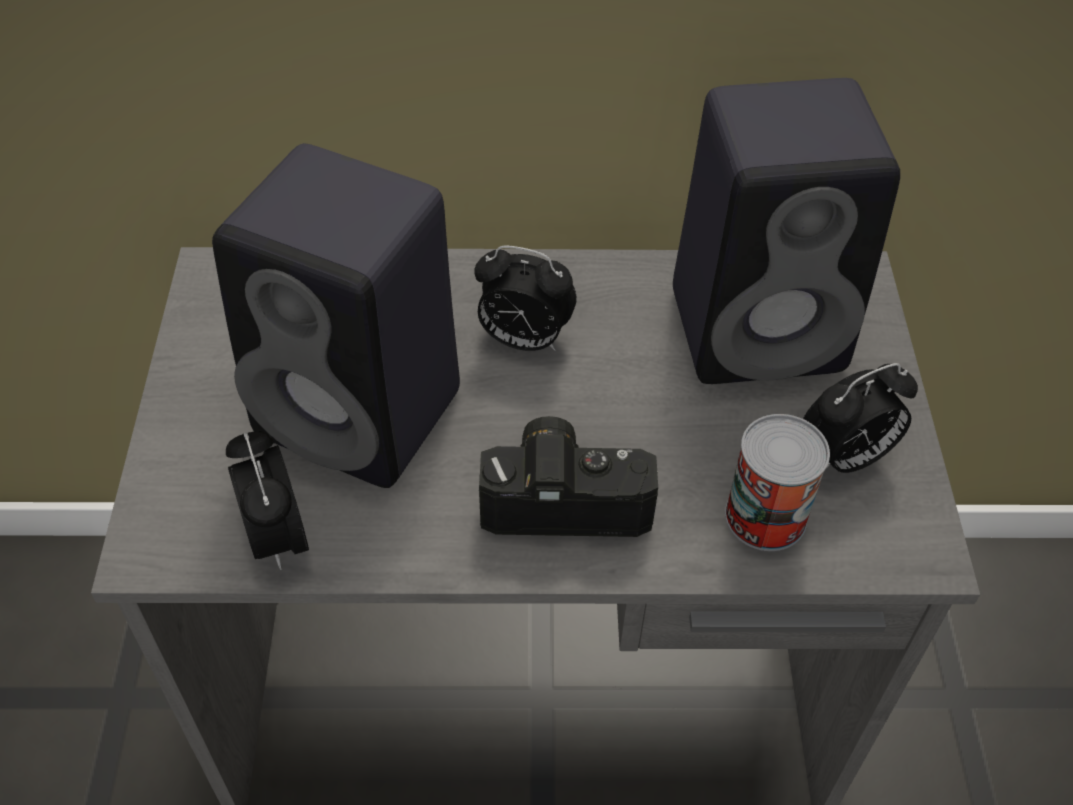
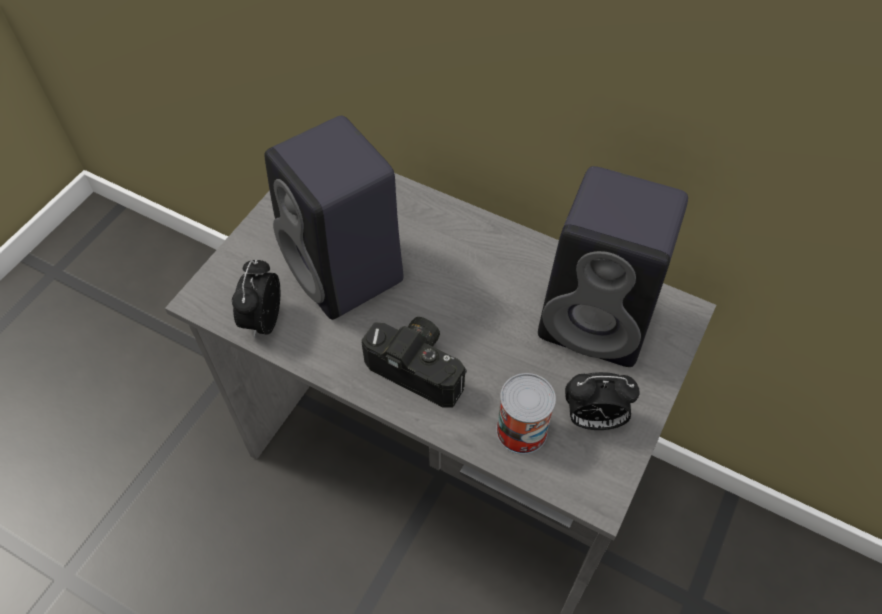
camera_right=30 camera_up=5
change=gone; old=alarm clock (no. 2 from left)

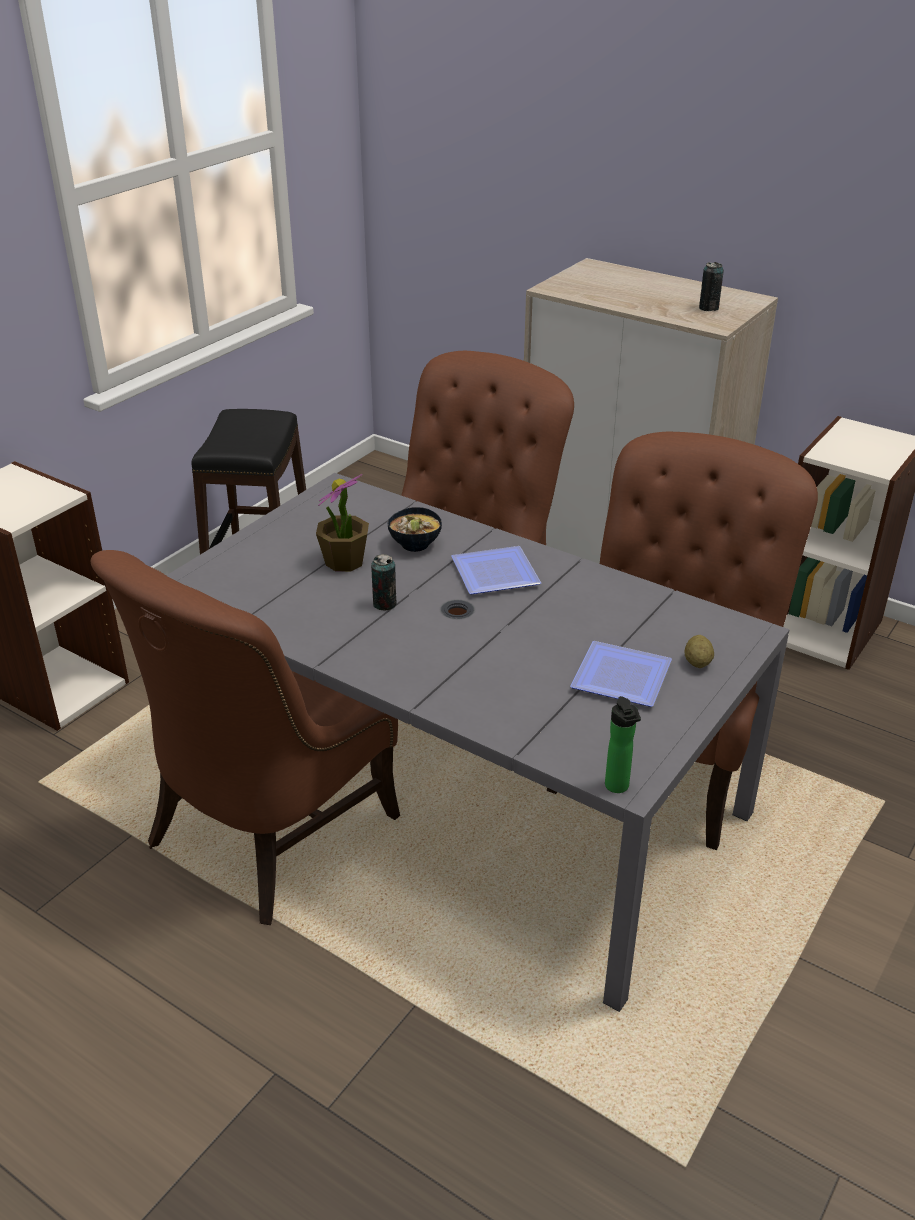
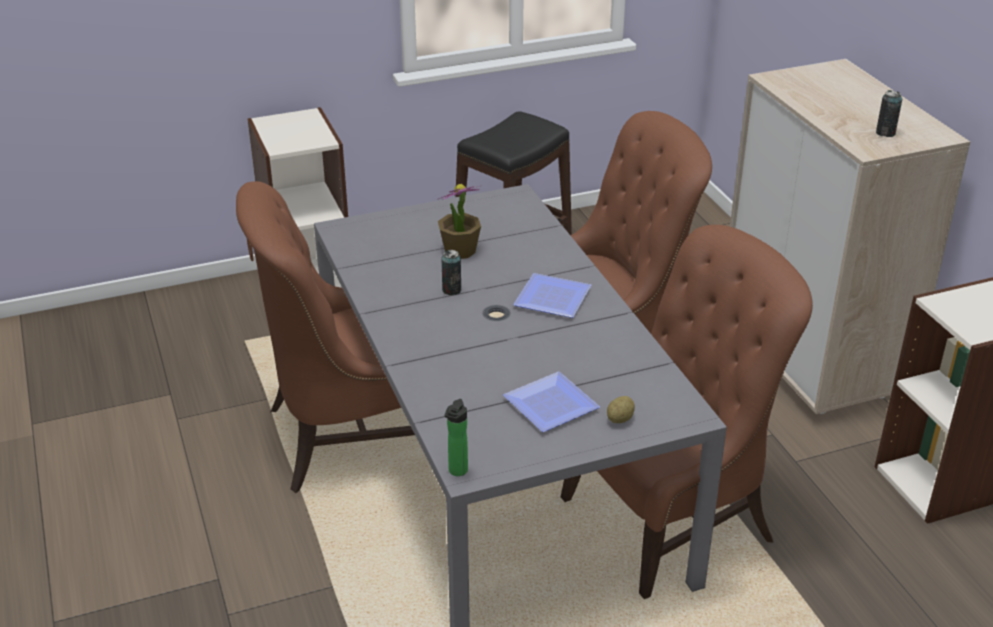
camera_right=35 camera_up=0
change=gone; old=deep dish

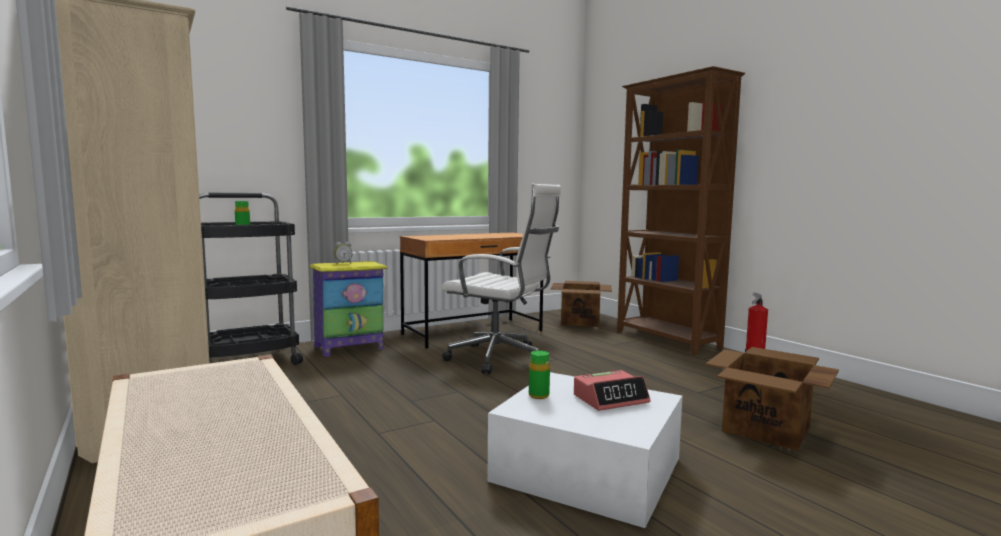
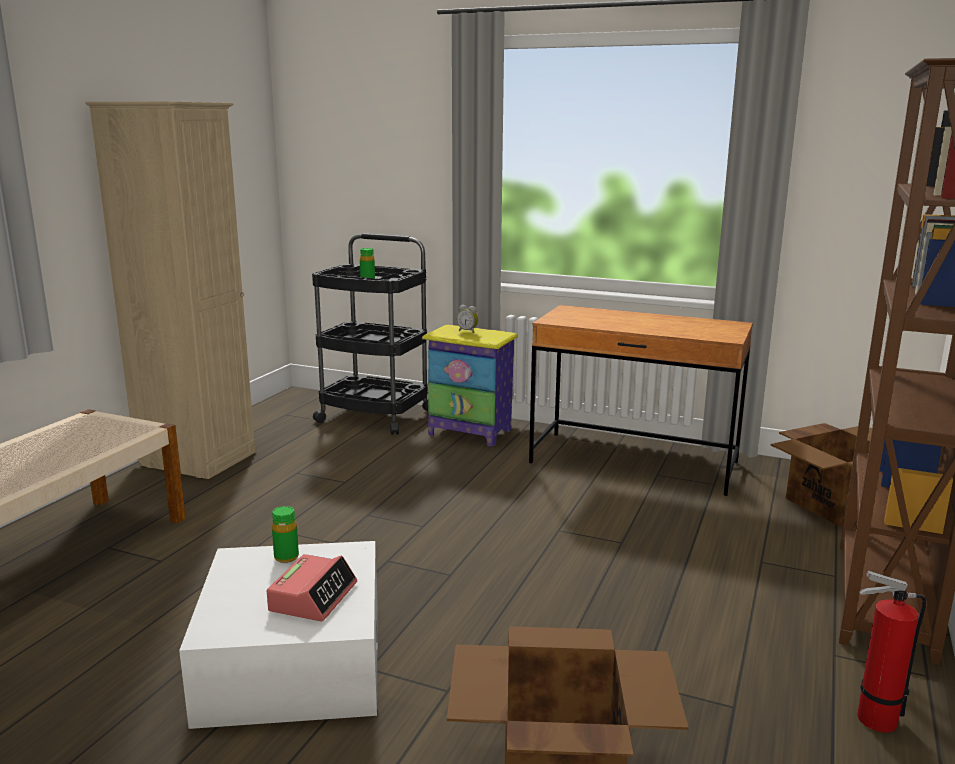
camera_right=55 camera_up=10
change=rotated; old=alarm clock (no. 2 from left in the first image); degrees=-105
change=gone; old=office chair (white)

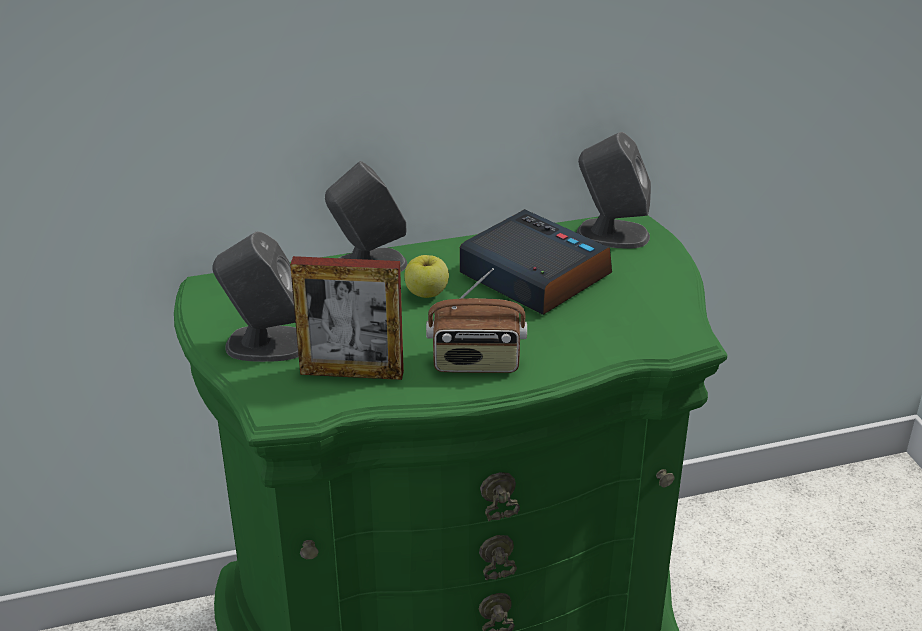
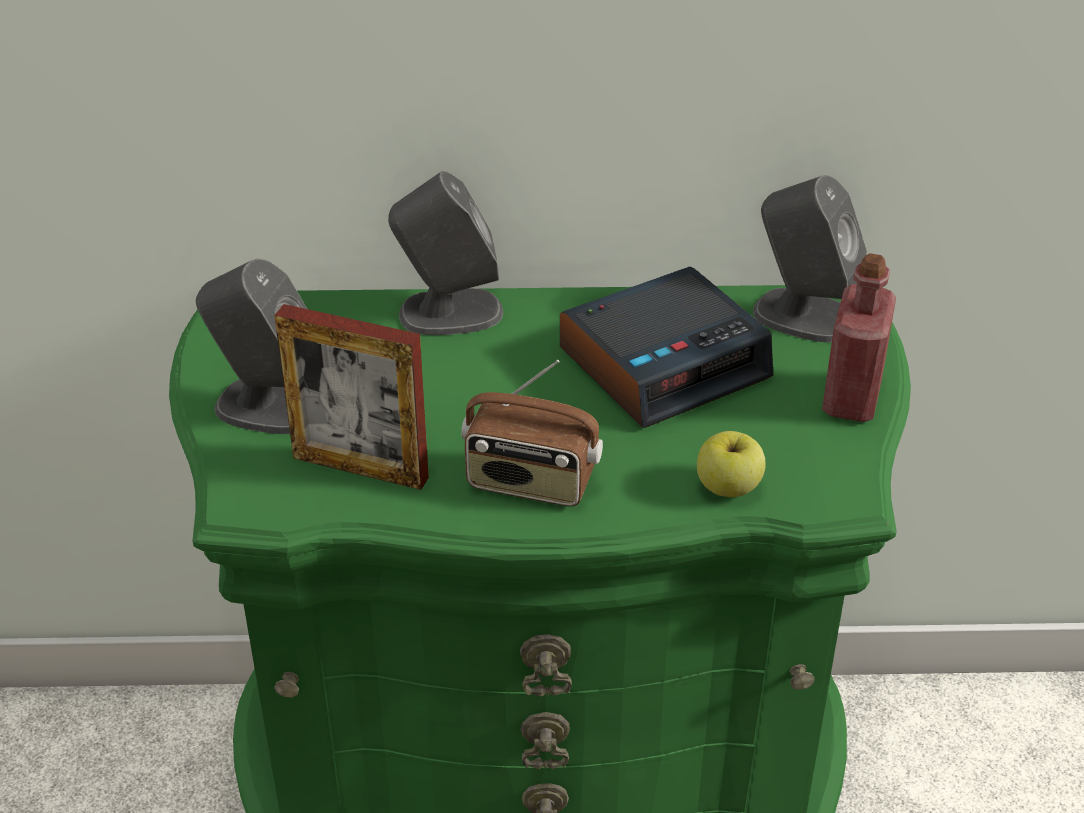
camera_right=15 camera_up=5
change=rotated; old=alarm clock; degrees=90
change=shifted; old=whole apple
change=new; new=beverage bottle (red)

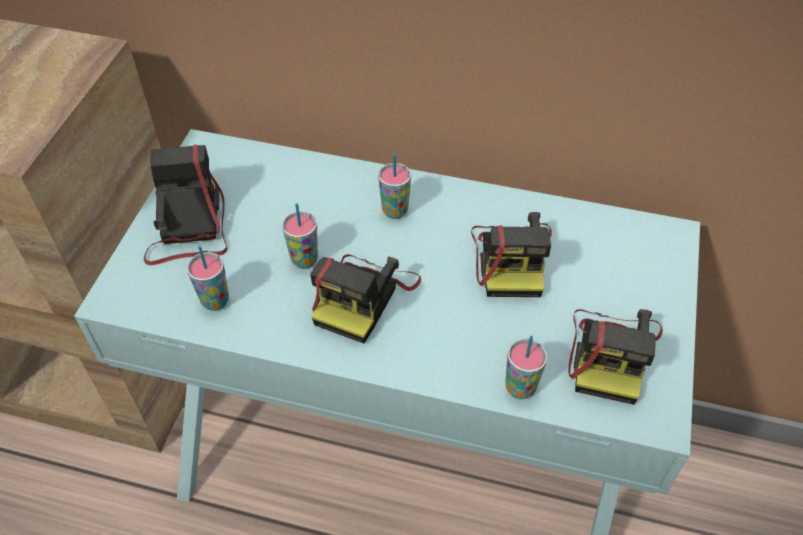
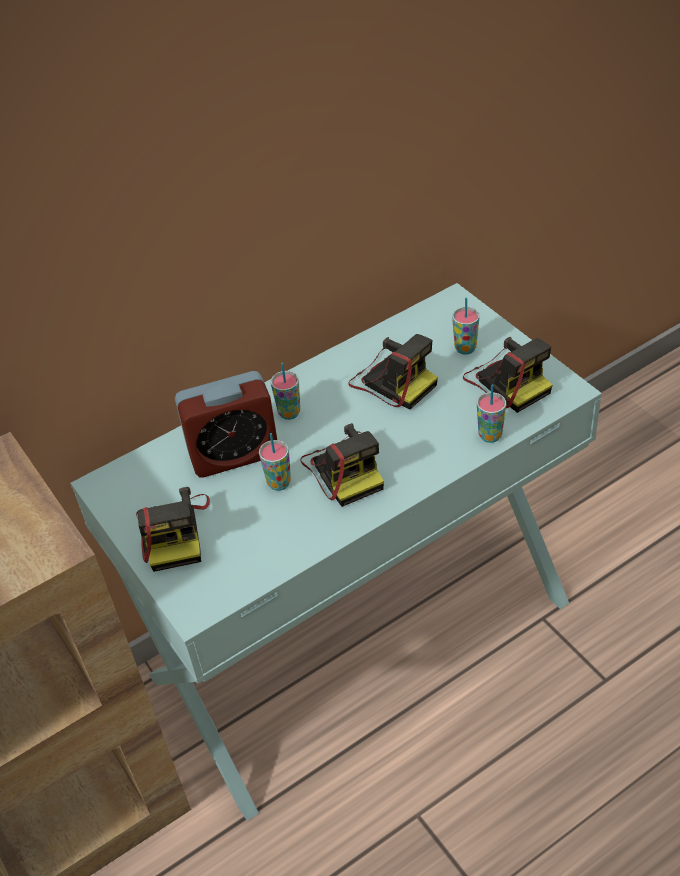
camera_right=-45 camera_up=-5
change=rotated; old=still camera (no. 1 from left); degrees=-135
change=new; new=alarm clock
change=shifted; old=small cup (no. 1 from left in the first image); new=small cup (no. 3 from left)

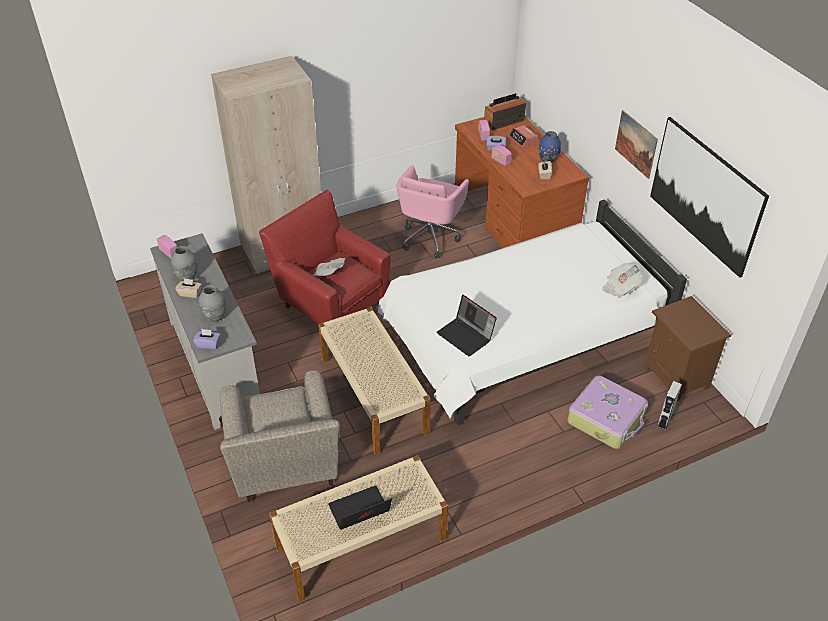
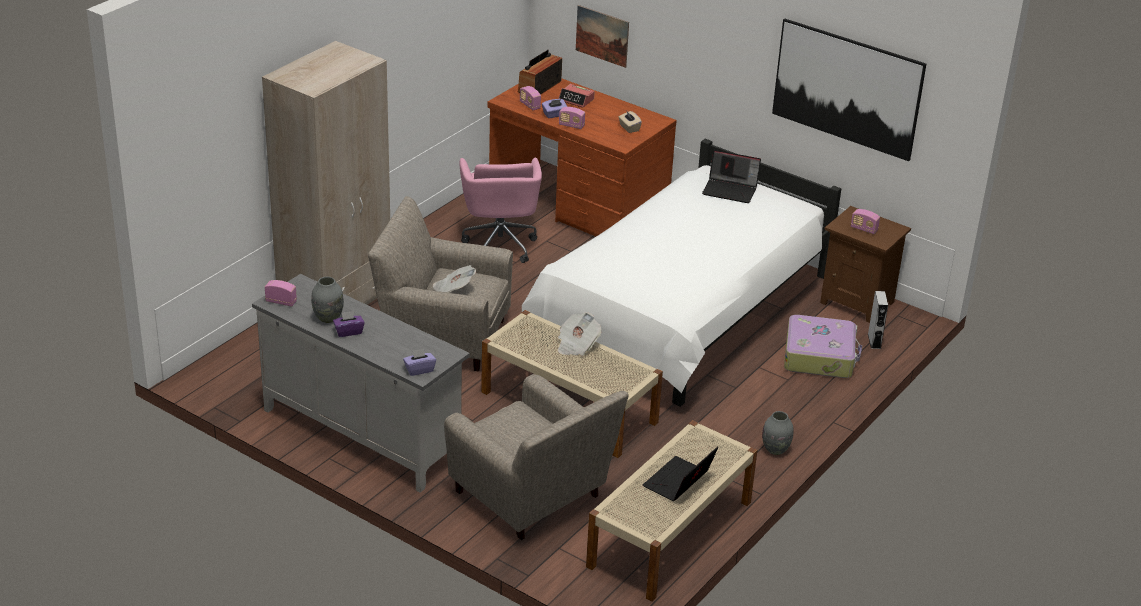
camera_right=-30 camera_up=-10
change=repainted; old=tissue holder (sand-coloured) (no. 1 from left); new=tissue holder (purplish) (no. 1 from left)
change=repainted; old=lounge chair (red); new=lounge chair (sand-coloured) (no. 1 from left)
change=shifted; old=daily paper (no. 2 from left)
change=shifted; old=wall picture (no. 1 from left)
change=shifted; old=notebook computer (no. 2 from left)
change=shifted; old=vase (greyish) (no. 2 from left)
change=new; new=radio set (no. 5 from left)
change=gone; old=vase (blue-coloured)

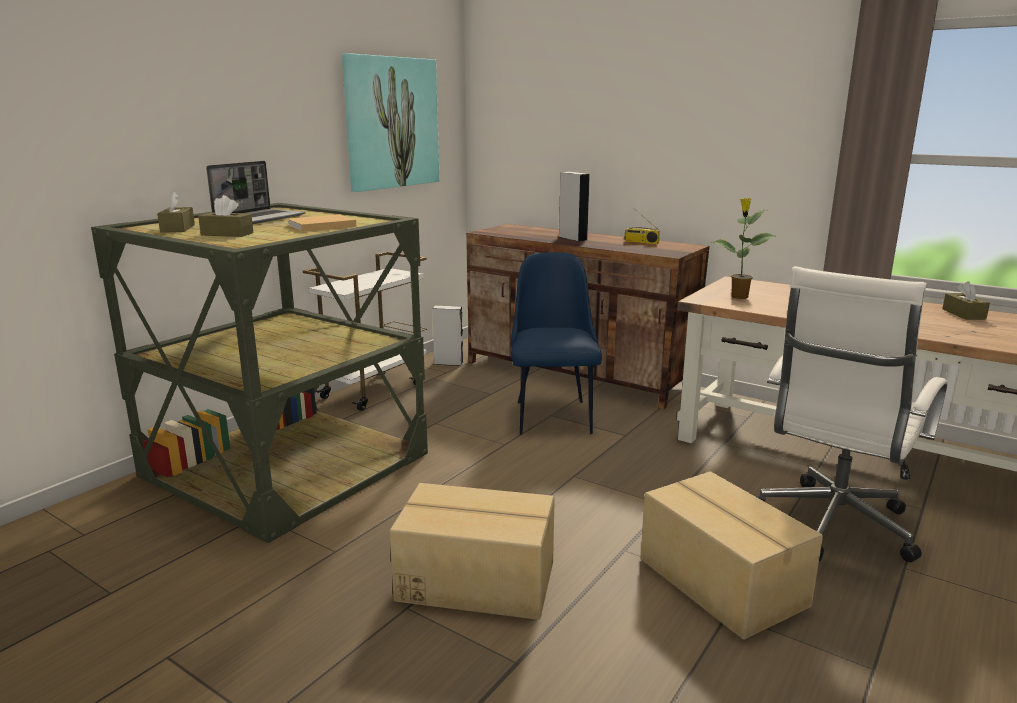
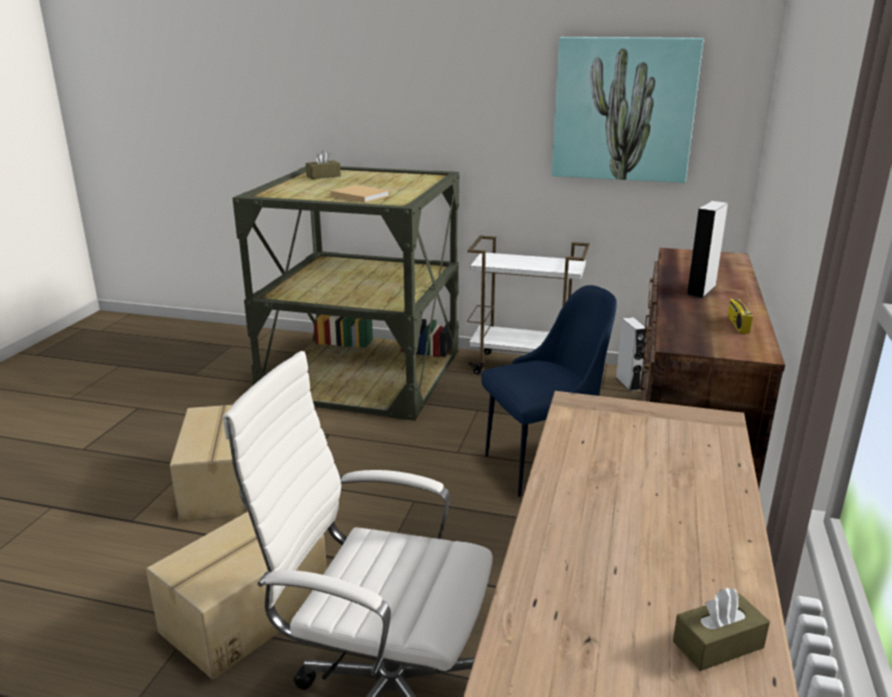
camera_right=70 camera_up=5
change=gone; old=tissue holder (brown) (no. 2 from left)
change=gone; old=notebook computer
change=gone; old=houseplant

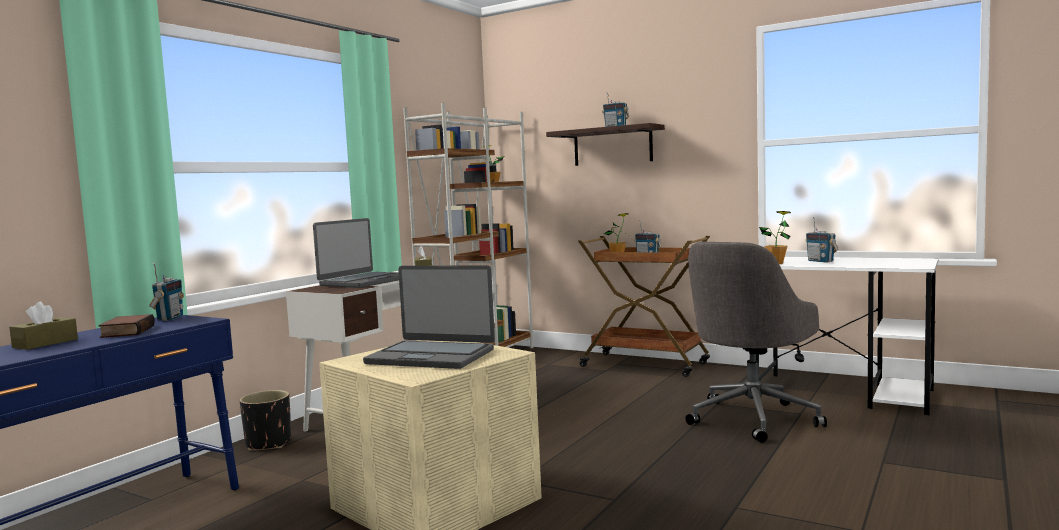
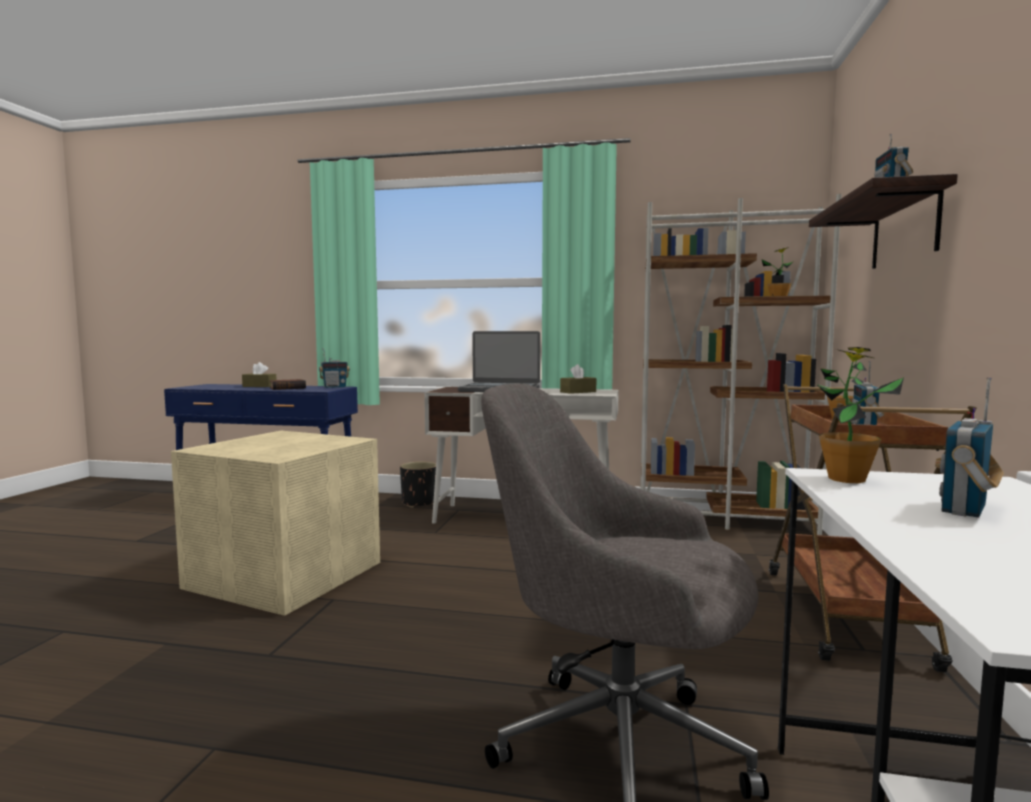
camera_right=70 camera_up=0
change=gone; old=notebook computer (no. 2 from left)

